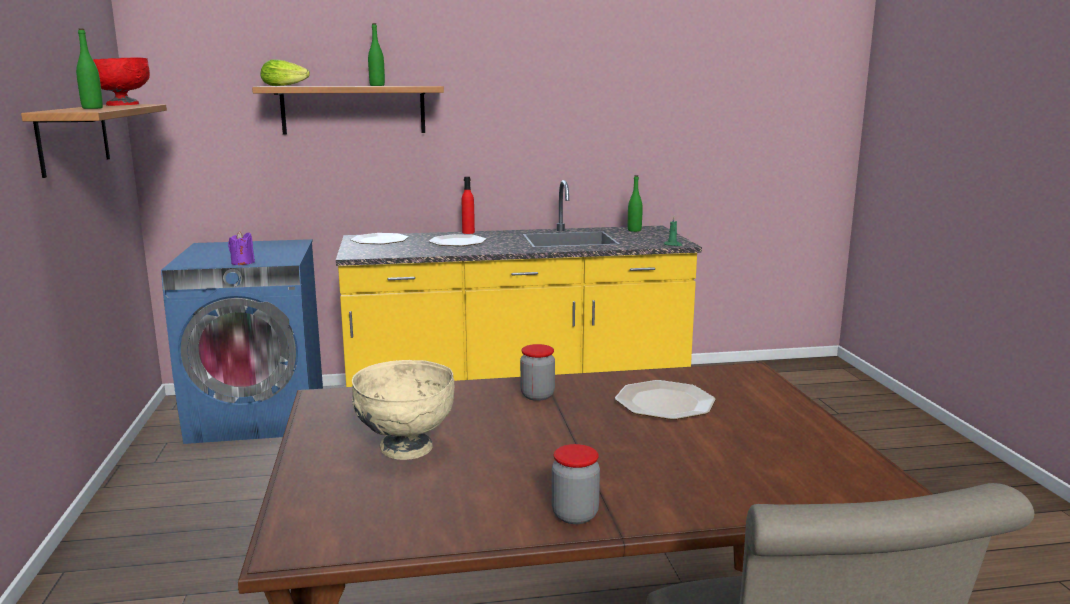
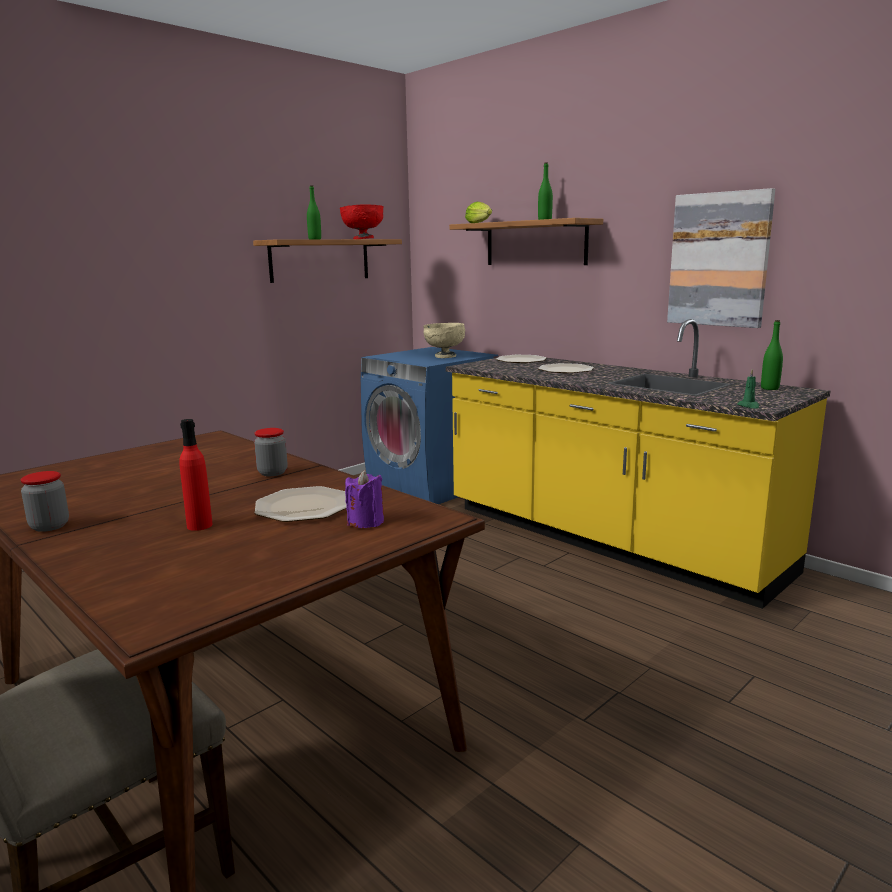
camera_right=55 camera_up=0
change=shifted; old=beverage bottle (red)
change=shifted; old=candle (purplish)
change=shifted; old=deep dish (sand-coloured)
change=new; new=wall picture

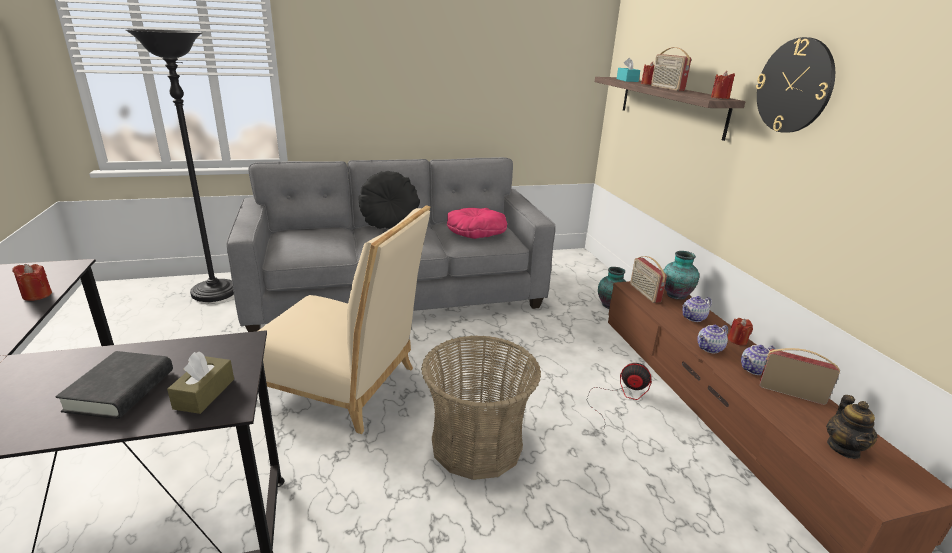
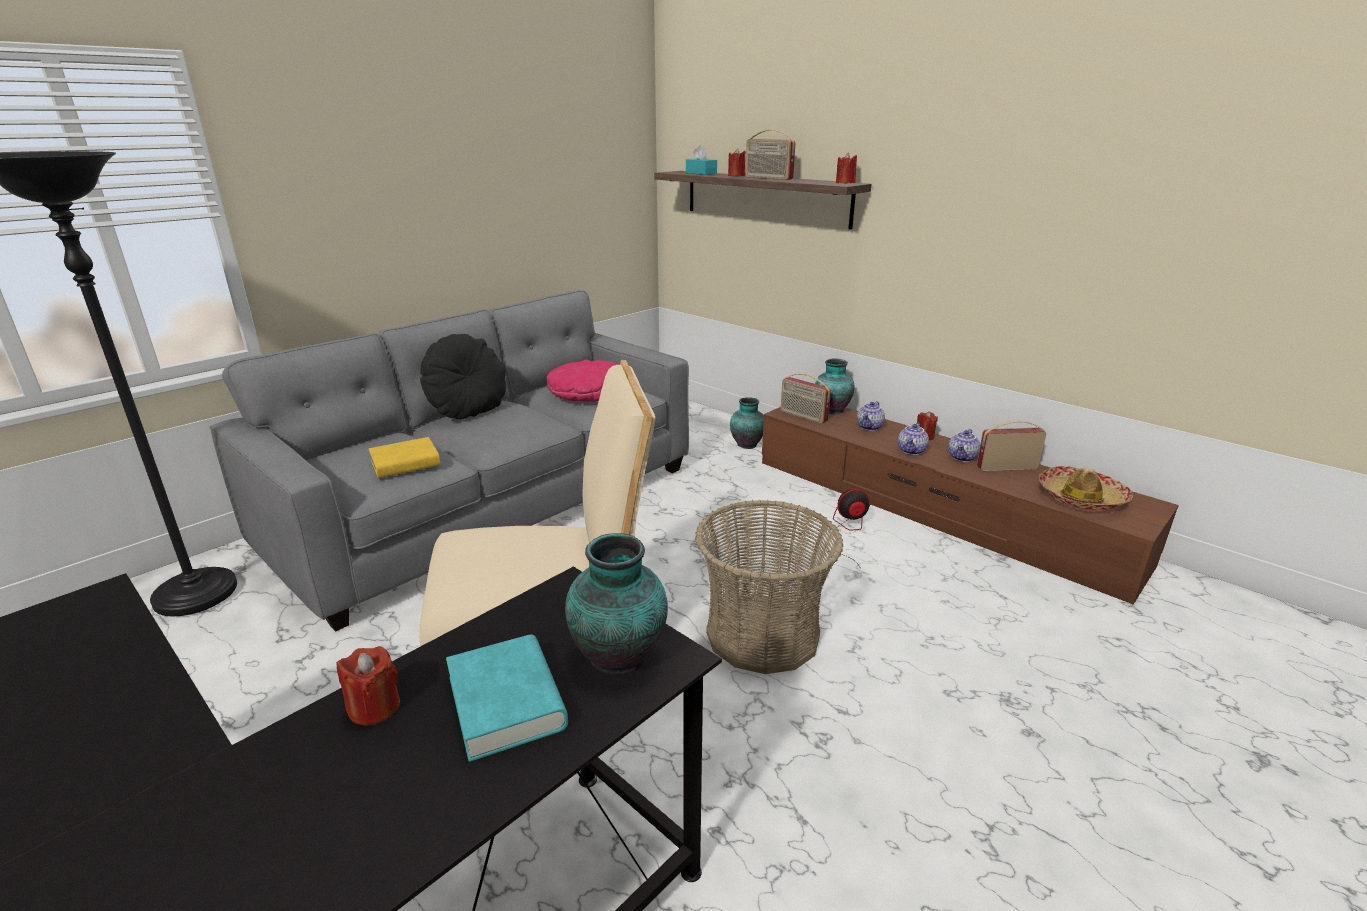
camera_right=-30 camera_up=0
change=shifted; old=candle (red) (no. 1 from left)
change=new; new=volume (yellowish)
change=repainted; old=volume (black); new=volume (turquoise)
change=swapped; old=tissue holder (brown); new=vase (no. 1 from left)
change=swapped; old=tea pot (no. 4 from left); new=clothing hat
change=gone; old=clock on the wall

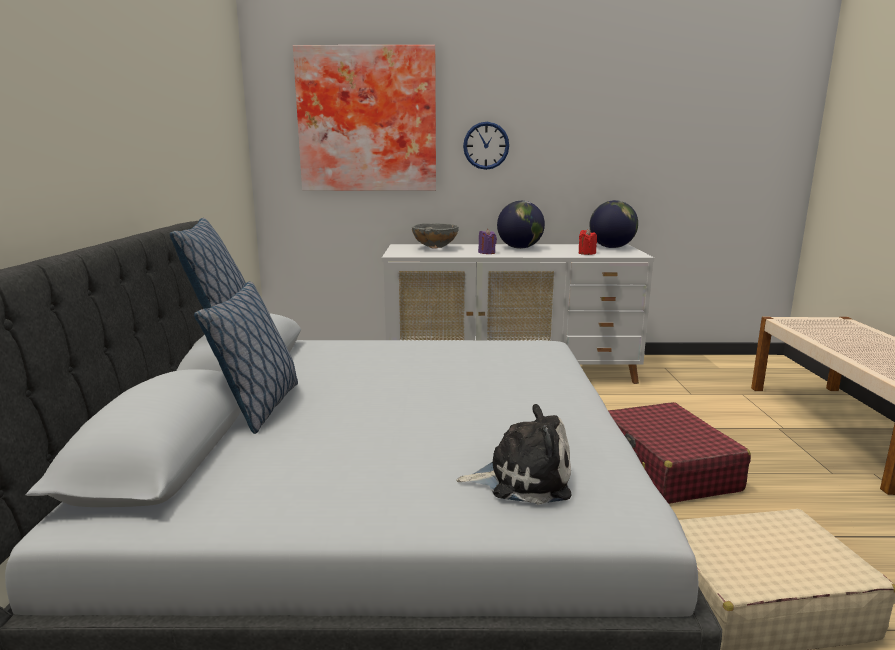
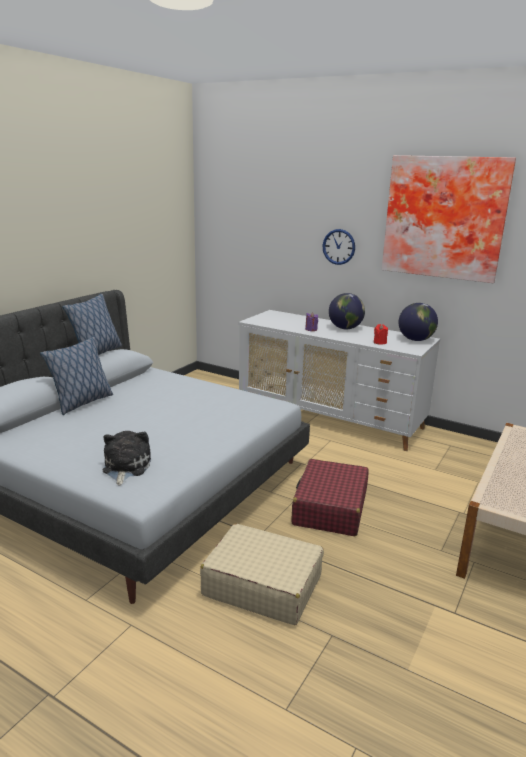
camera_right=30 camera_up=5
change=rotated; old=cuddly toy; degrees=-120
change=shifted; old=wall picture
change=gone; old=deep dish (greyish)

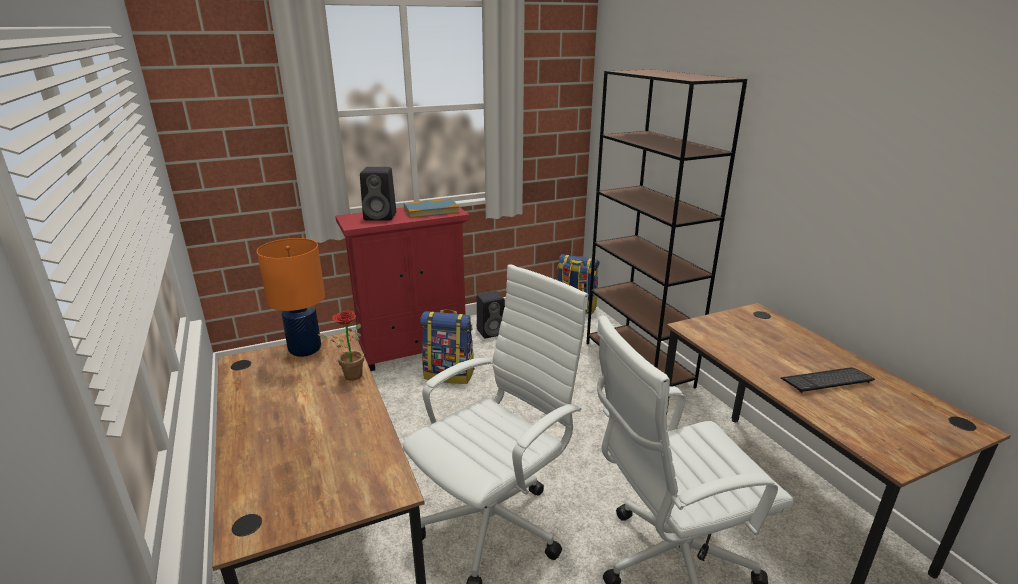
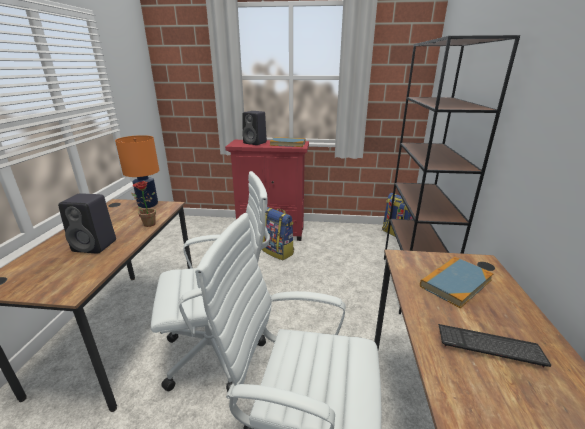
camera_right=30 camera_up=0
change=shifted; old=audio speaker (black) (no. 2 from left in the first image); new=audio speaker (black) (no. 1 from left)
change=new; new=volume (no. 2 from left)

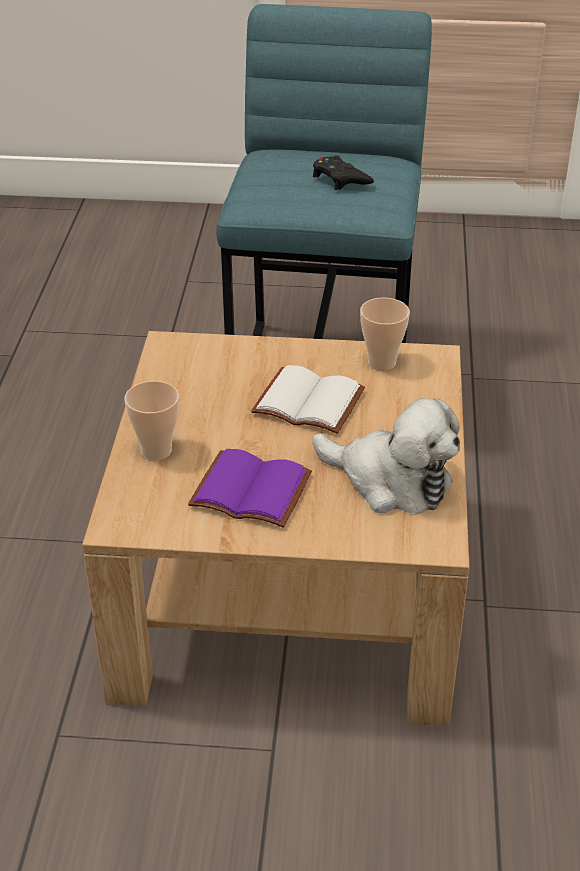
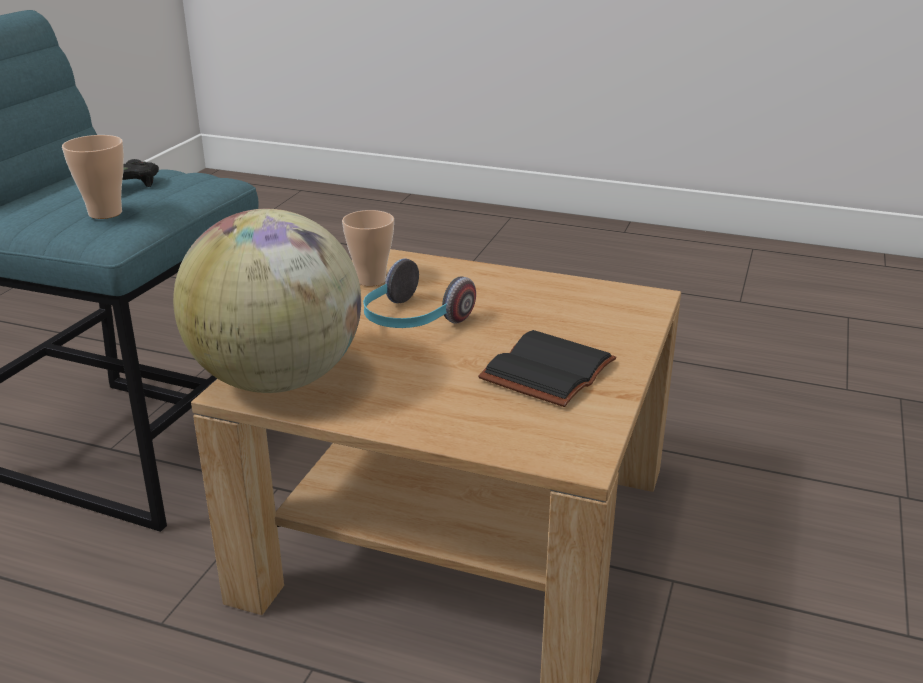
camera_right=-75 camera_up=-10
change=shifted; old=small cup (no. 1 from left)
change=new; new=world globe
change=swapped; old=volume (white); new=pair of headphones
change=repainted; old=volume (purplish); new=volume (black)
change=gone; old=cuddly toy

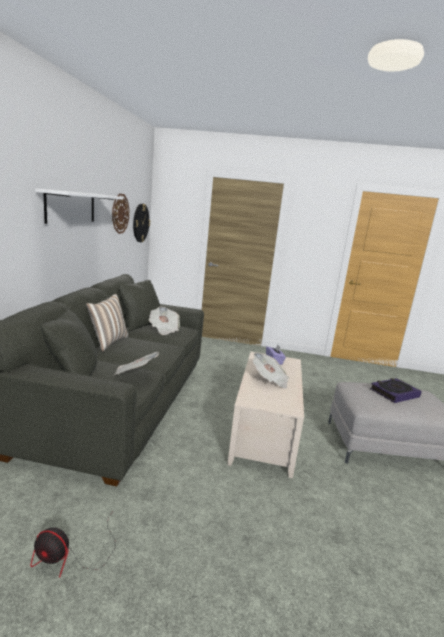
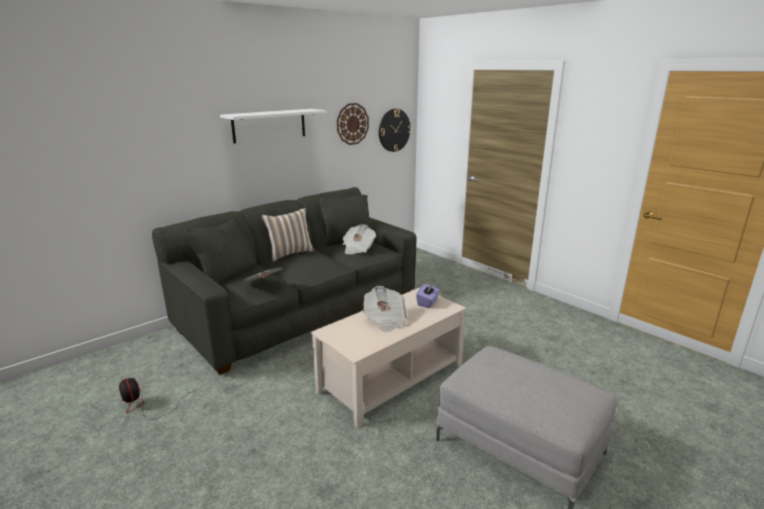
camera_right=40 camera_up=5
change=gone; old=volume

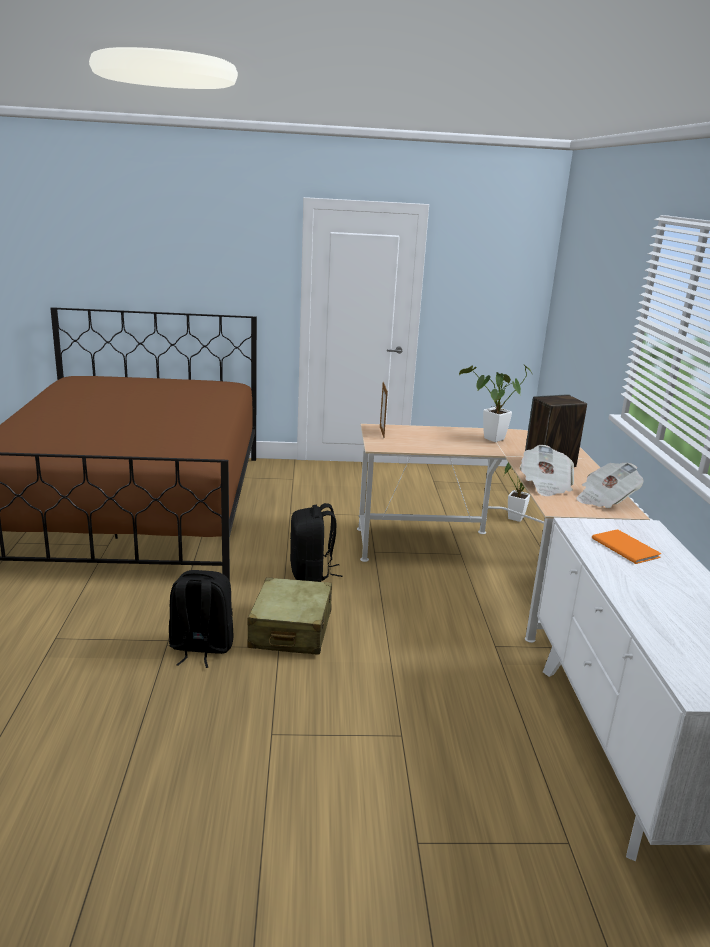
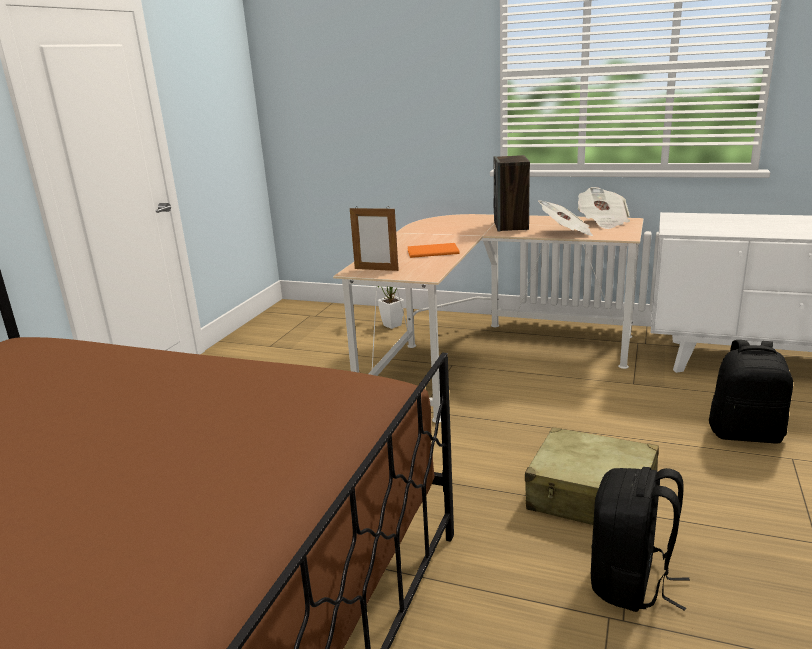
camera_right=-65 camera_up=0
change=shifted; old=volume (orangey)
change=shifted; old=rucksack (black) (no. 2 from left)
change=gone; old=houseplant (no. 1 from left)

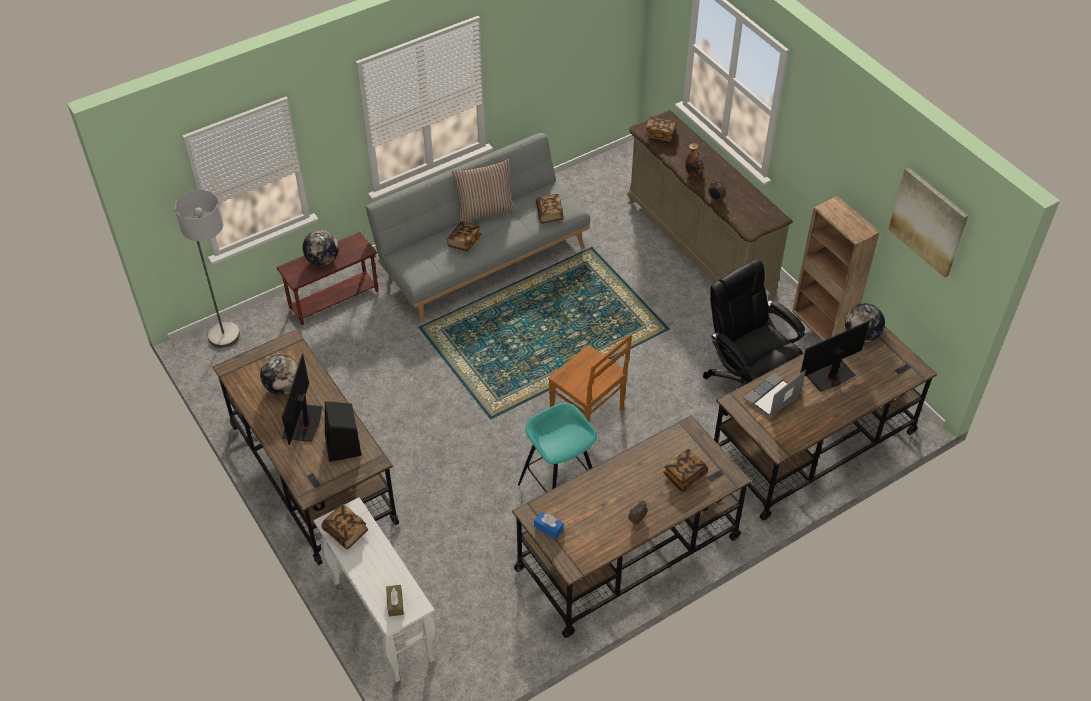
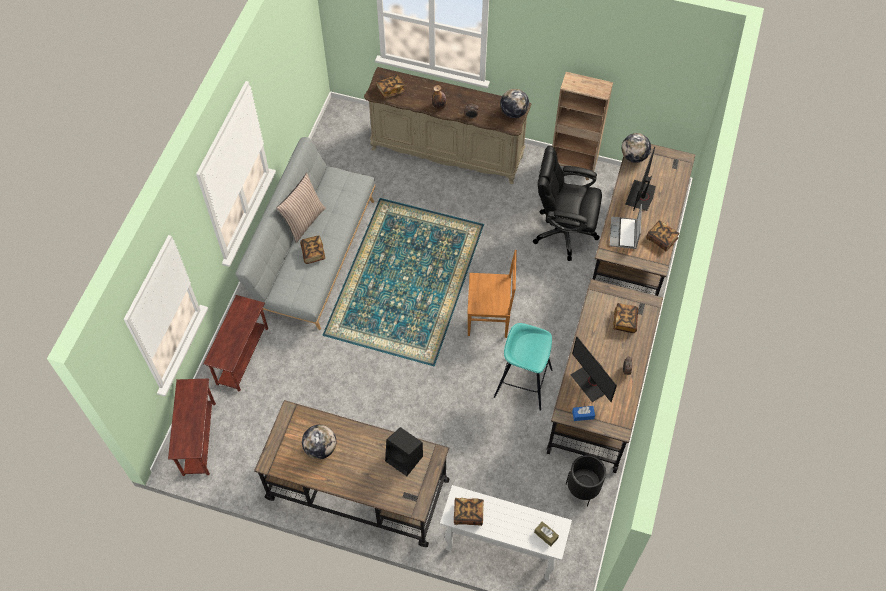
camera_right=-40 camera_up=10
change=swapped; old=standard lamp (greyish); new=side table (brown) (no. 1 from left)
change=shifted; old=world globe (no. 2 from left)
change=new; new=flower pot (black)
change=shifted; old=monitor (no. 1 from left)
change=shifted; old=volume (no. 3 from left in the first image); new=volume (no. 5 from left)
change=gone; old=wall picture

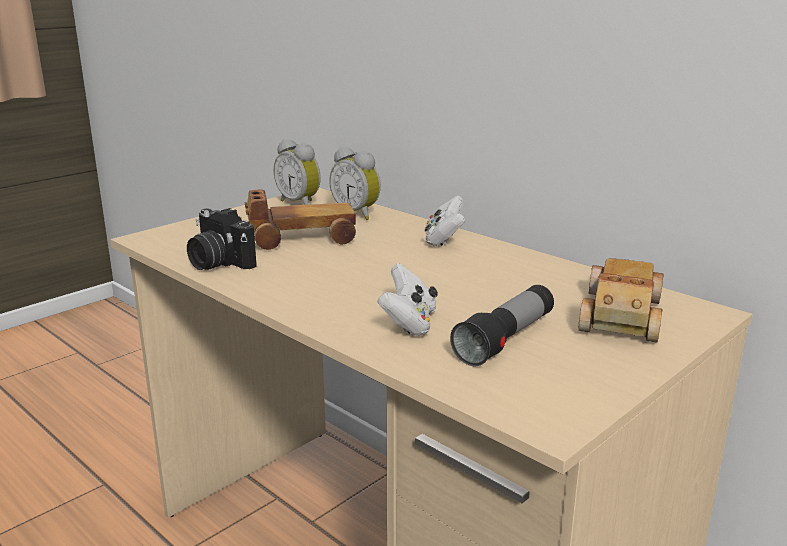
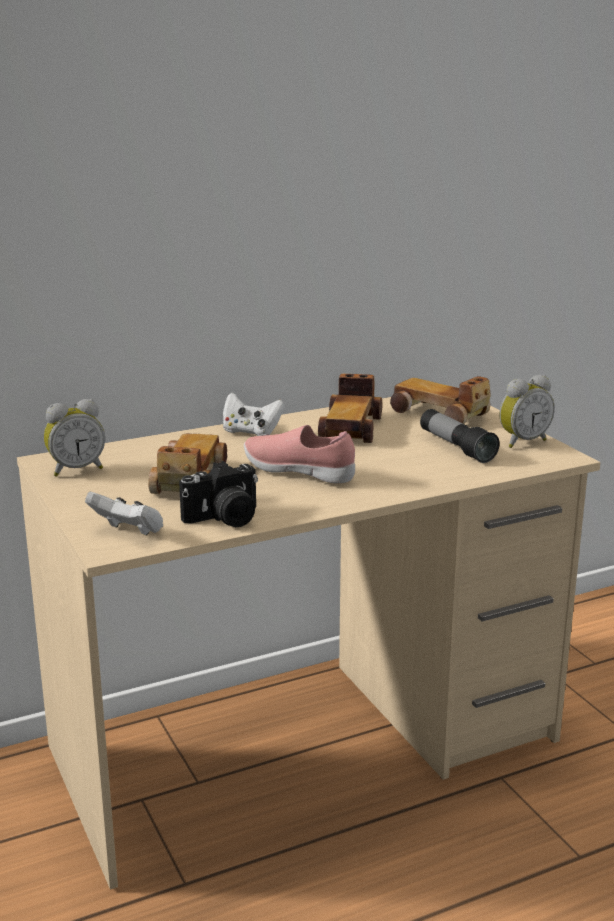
camera_right=-70 camera_up=0
change=shifted; old=joypad (white) (no. 1 from left)
change=new; new=shoe (pinkish)
change=new; new=toy car (no. 2 from left)
change=shifted; old=alarm clock (no. 2 from left)

